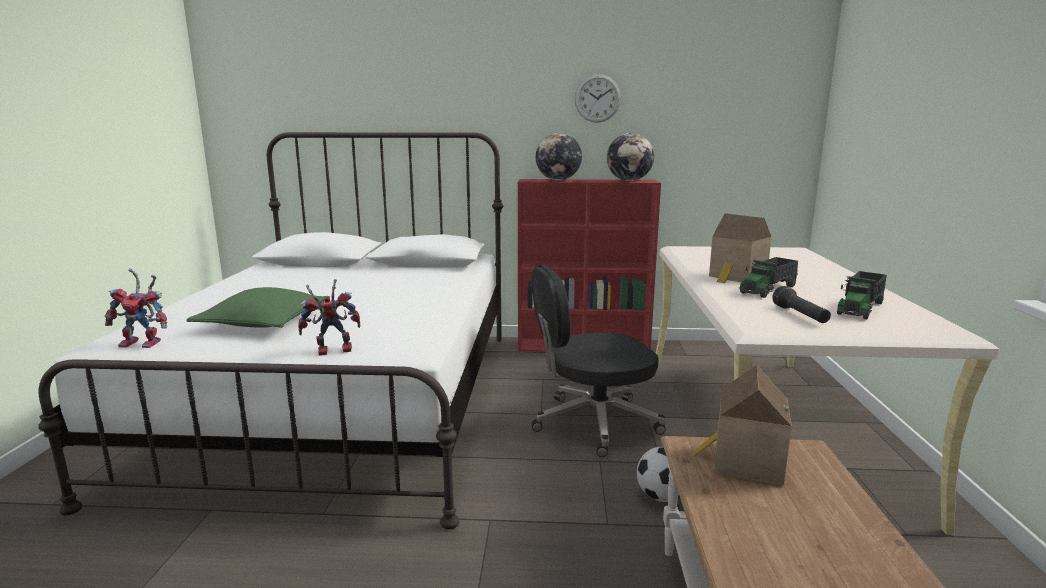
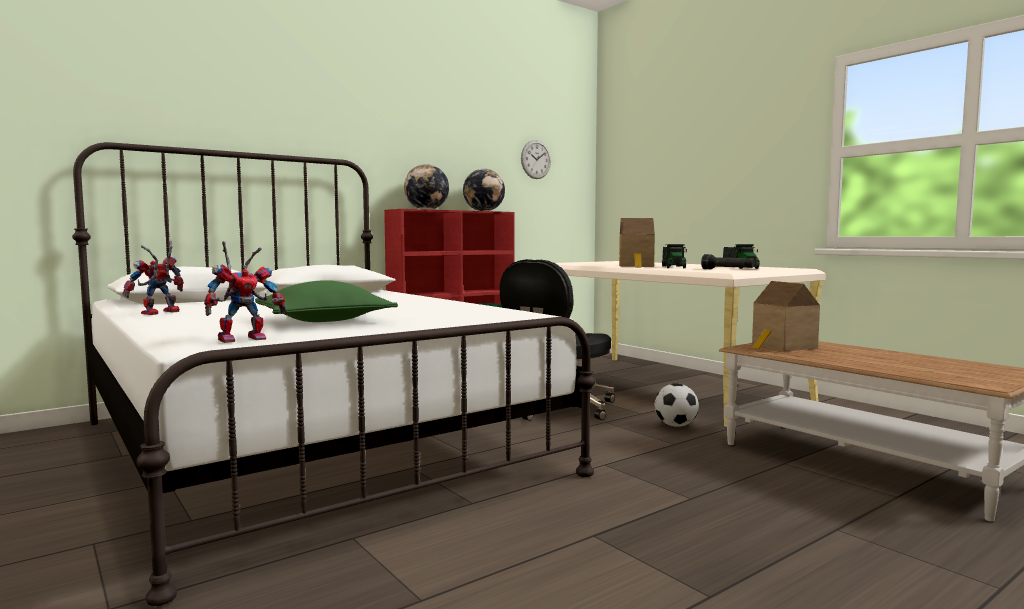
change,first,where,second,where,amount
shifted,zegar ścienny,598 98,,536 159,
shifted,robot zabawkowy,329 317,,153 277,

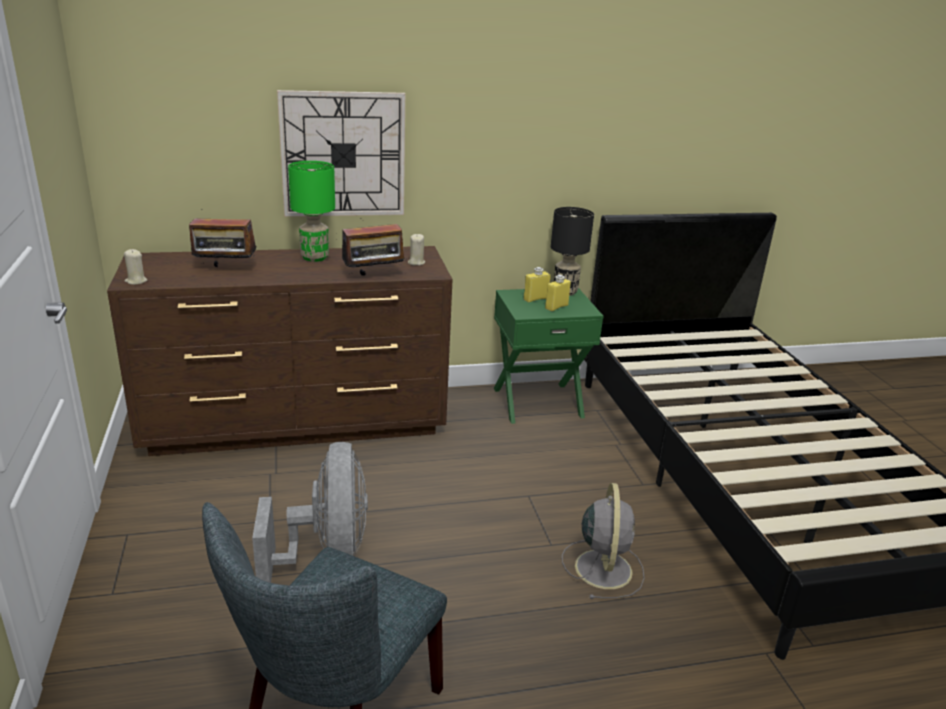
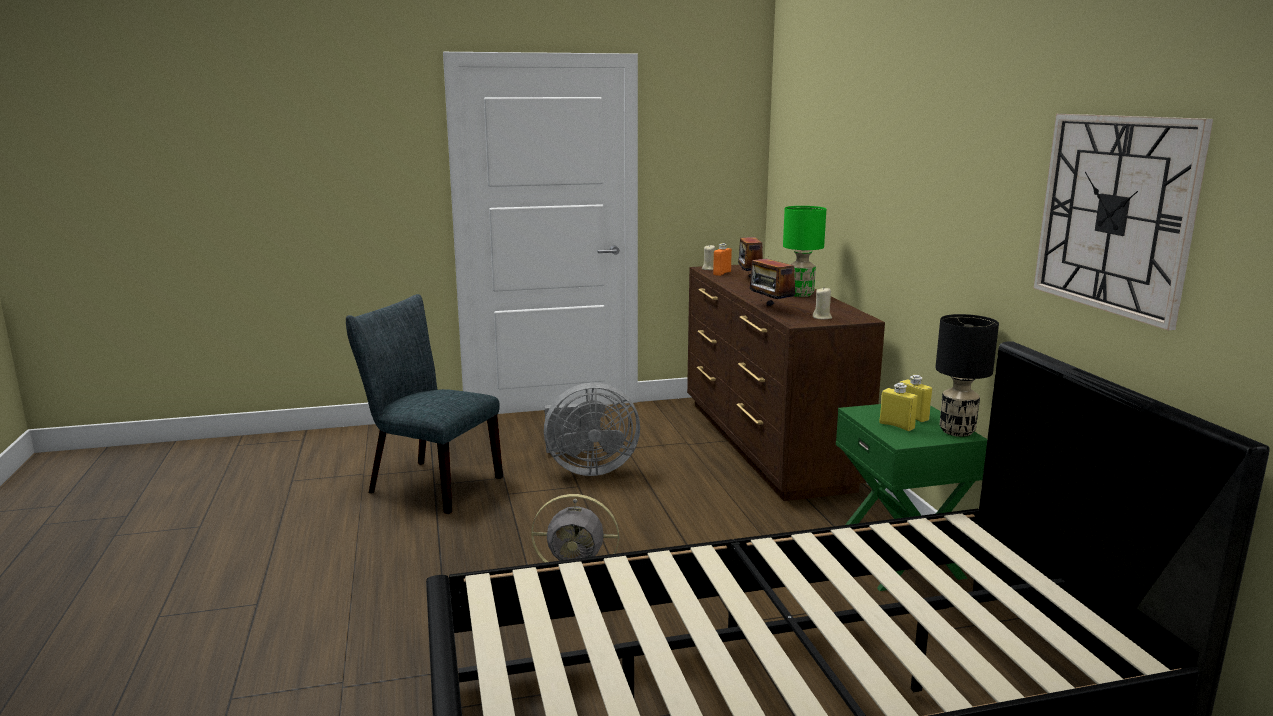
change,first,where,second,where,amount
shifted,zegar ścienny,341 153,,1123 222,
new,,,butelka [pomarańczowy],722 259,

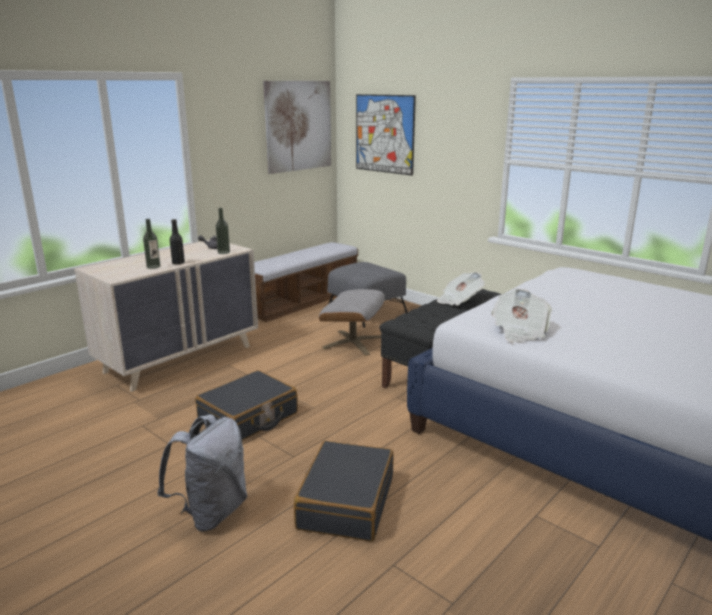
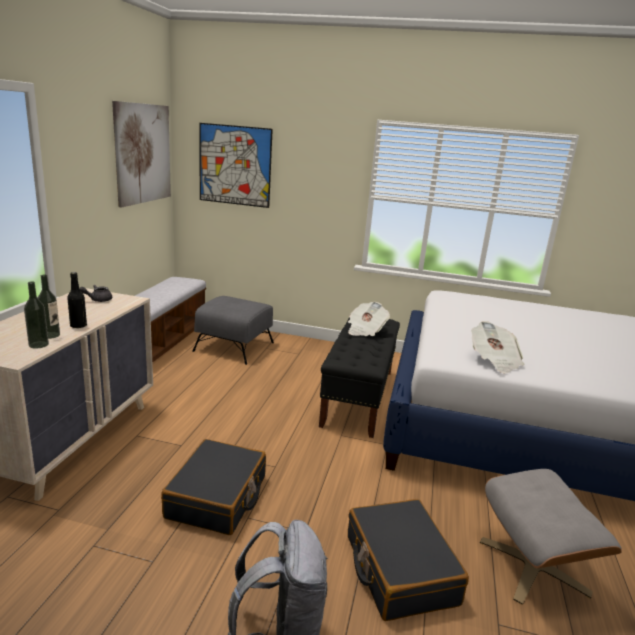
change,first,where,second,where,amount
shifted,butelka,223 231,,36 314,
shifted,pufa [szary],352 322,,551 537,

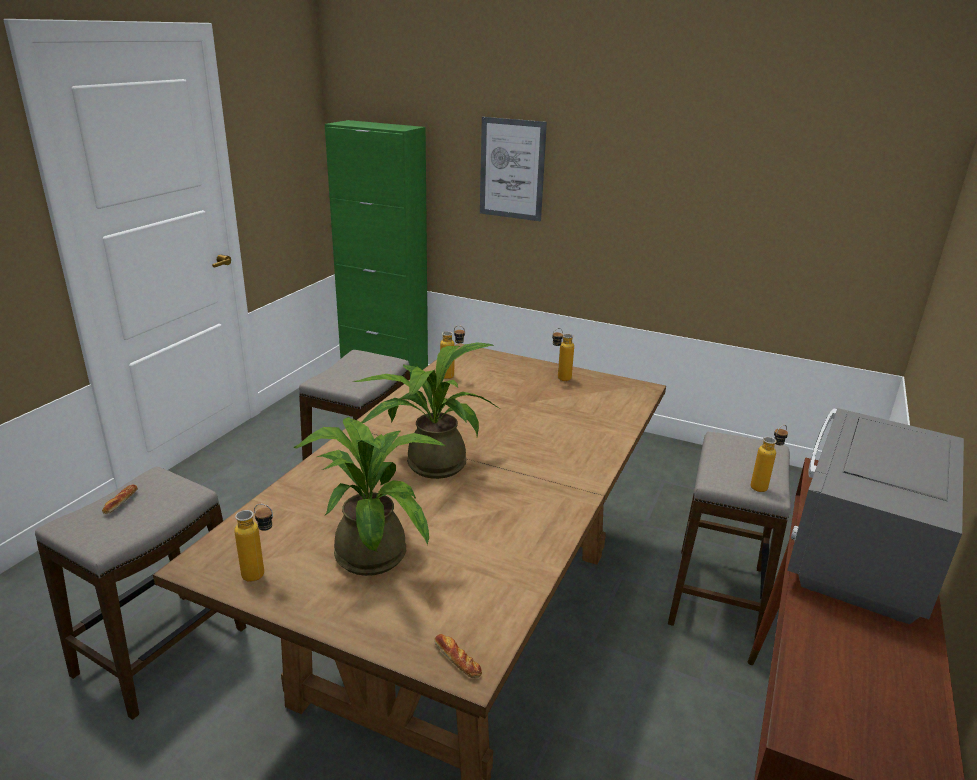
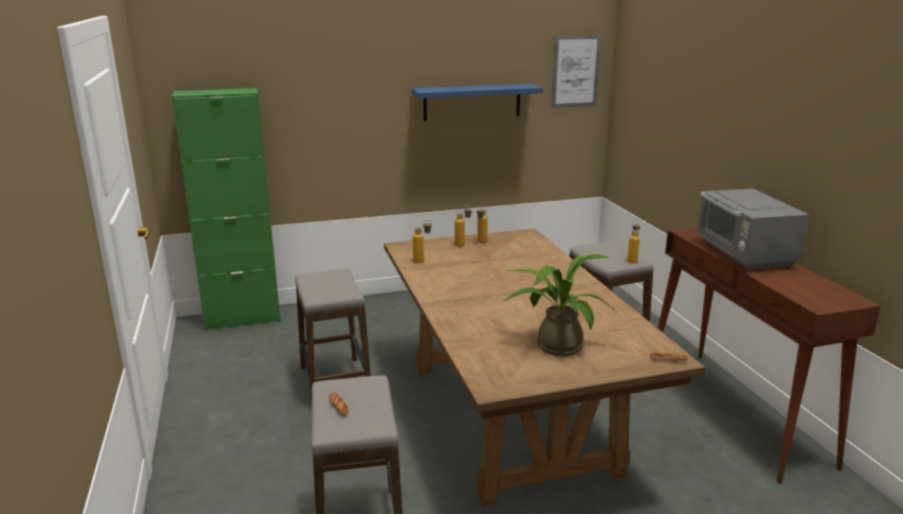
change,first,where,second,where,amount
shifted,obraz,513 169,,576 71,
gone,roślina doniczkowa,426 411,,,
shifted,butelka,253 543,,463 226,
new,,,półka [niebieski],477 102,

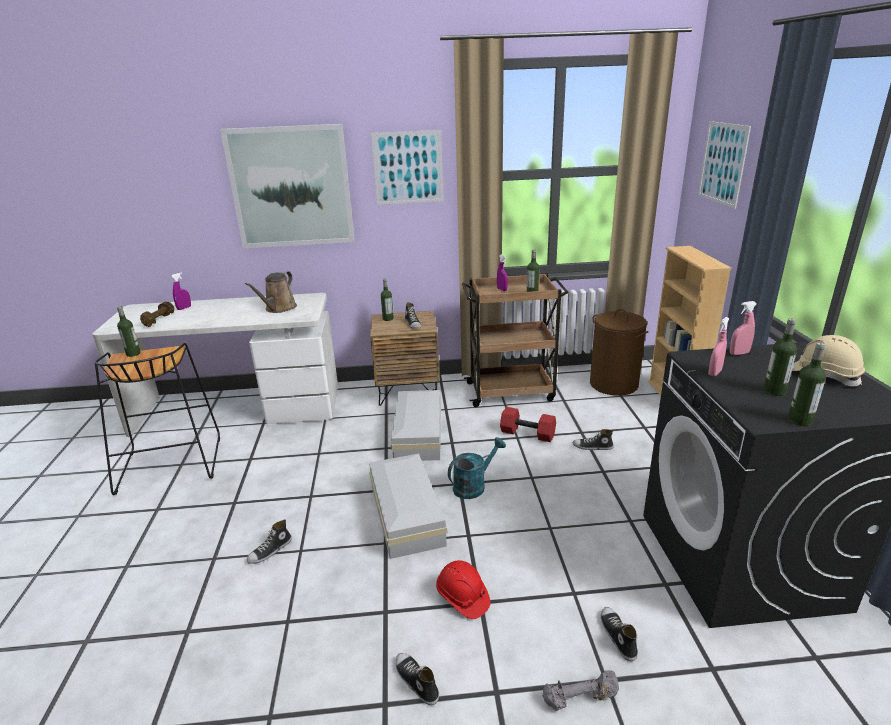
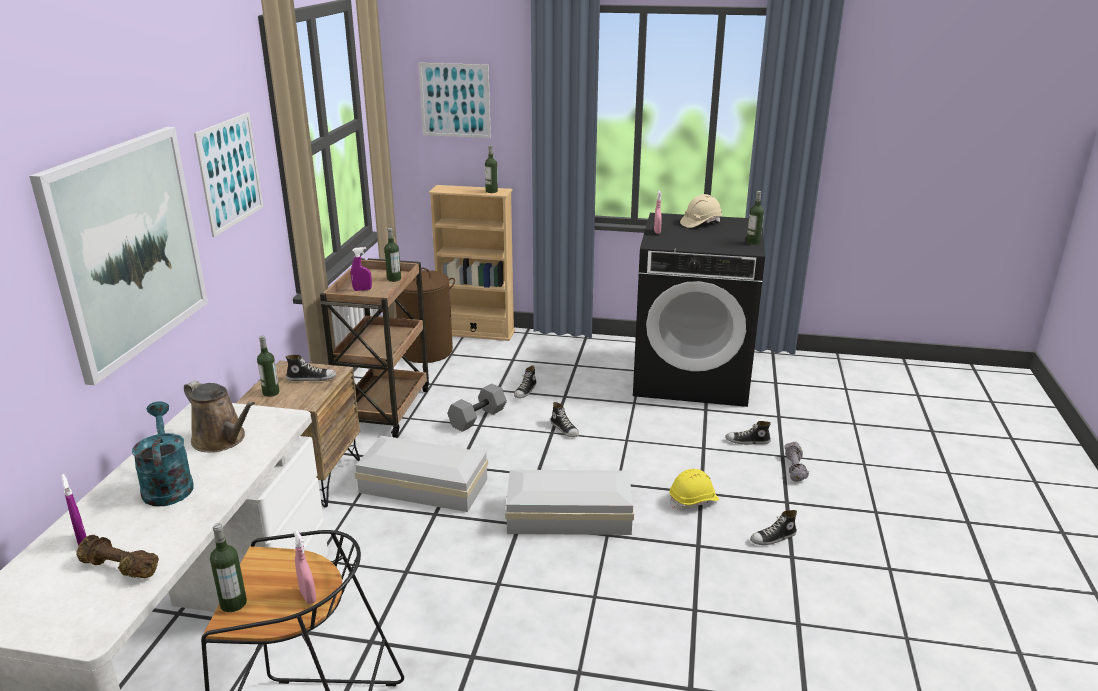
change,first,where,second,where,amount
shifted,spryskiwacz [różowy],718 346,,304 567,
shifted,butelka,780 357,,491 169,
repainted,hantel [czerwony],528 424,hantel [szary],477 407,
shifted,konewka [turkusowy],477 468,,163 453,
shifted,but,269 542,,565 419,
repainted,kask [czerwony],463 589,kask [żółty],694 489,

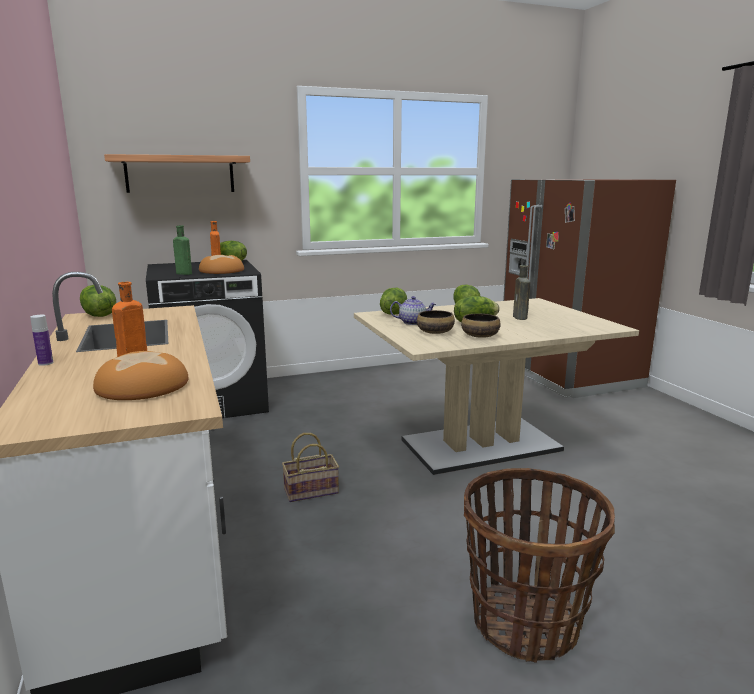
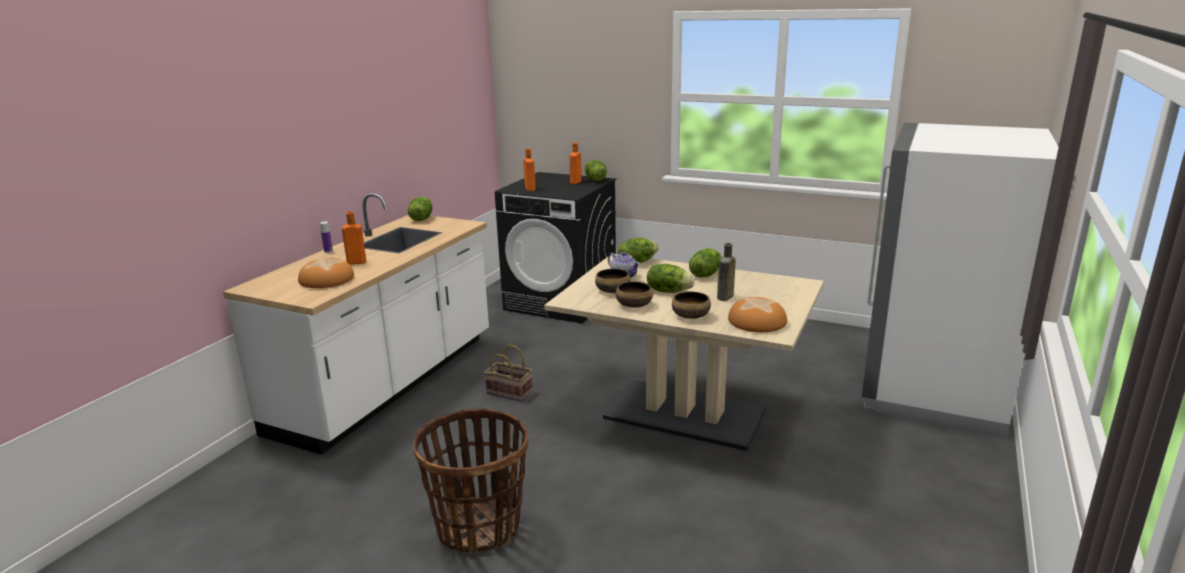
change,first,where,second,where,amount
gone,półka,177 173,,,
repainted,lodówka [brązowy],589 288,lodówka [biały],960 280,
repainted,butelka [zielony],182 250,butelka [pomarańczowy],529 170,
shifted,chleb,221 264,,757 314,
new,,,miska,691 305,

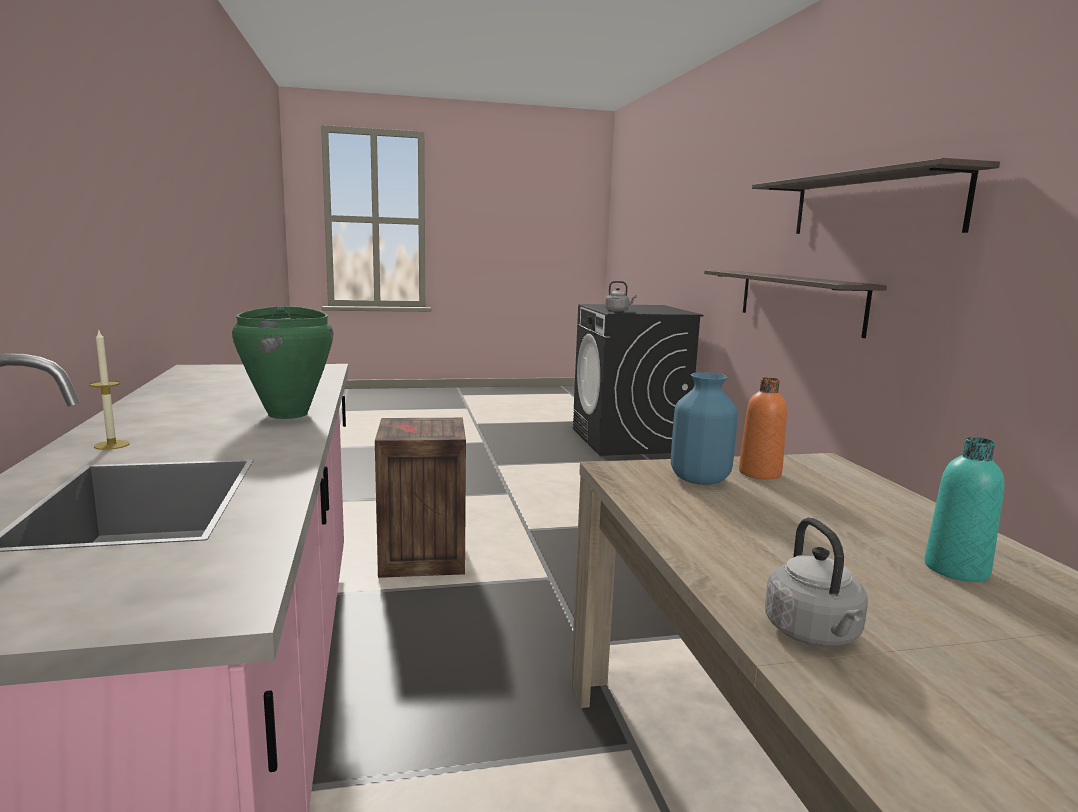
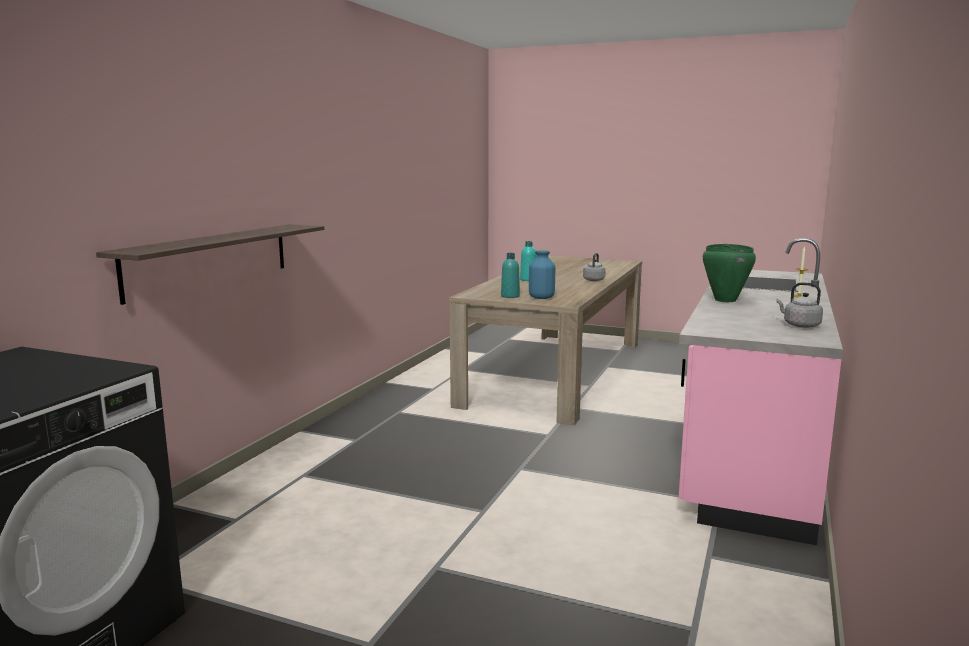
change,first,where,second,where,amount
gone,półka,876 196,,,
shifted,czajnik [szary],621 296,,799 305,
repainted,butelka [pomarańczowy],763 428,butelka [turkusowy],510 275,
gone,skrzynka,420 498,,,

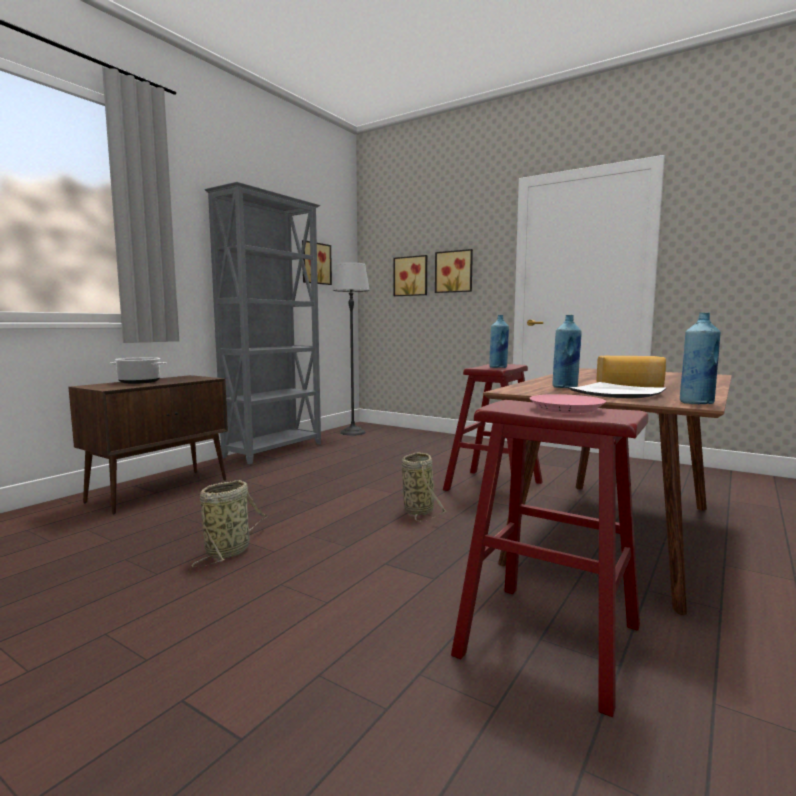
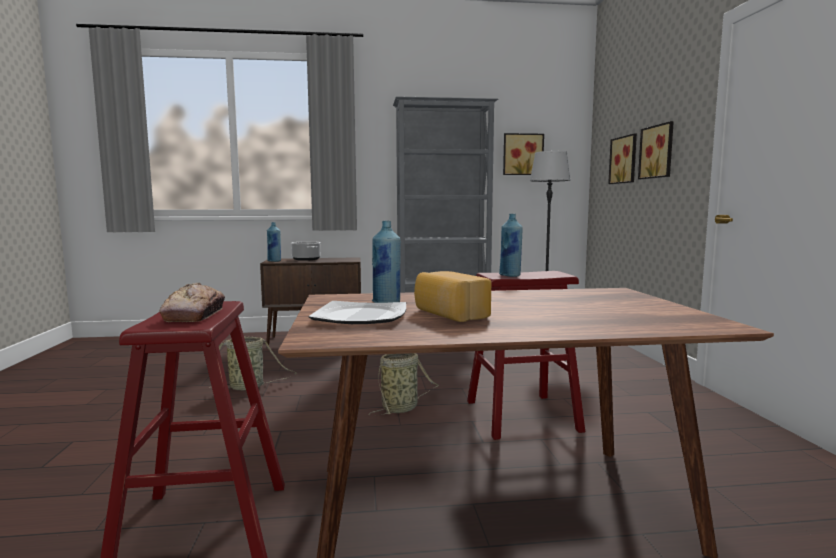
change,first,where,second,where,amount
shifted,butelka [niebieski],700 358,,274 242,
swapped,talerz [różowy],568 403,chleb,192 302,

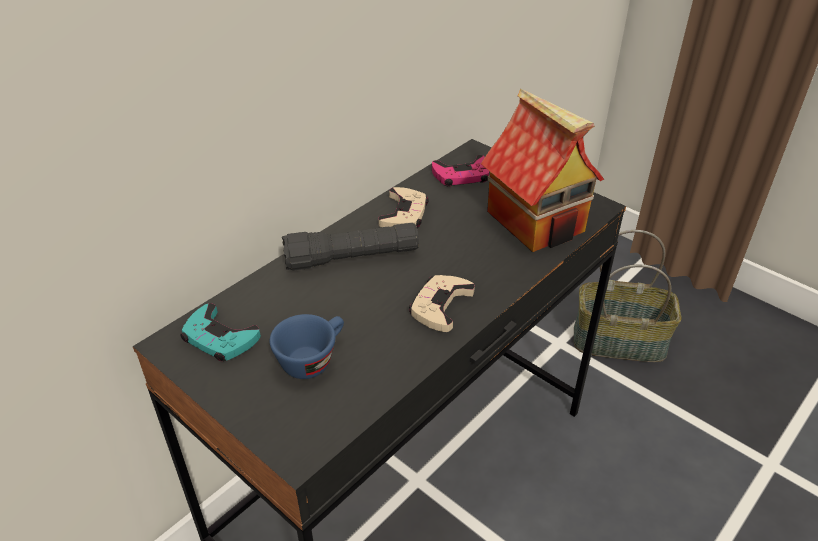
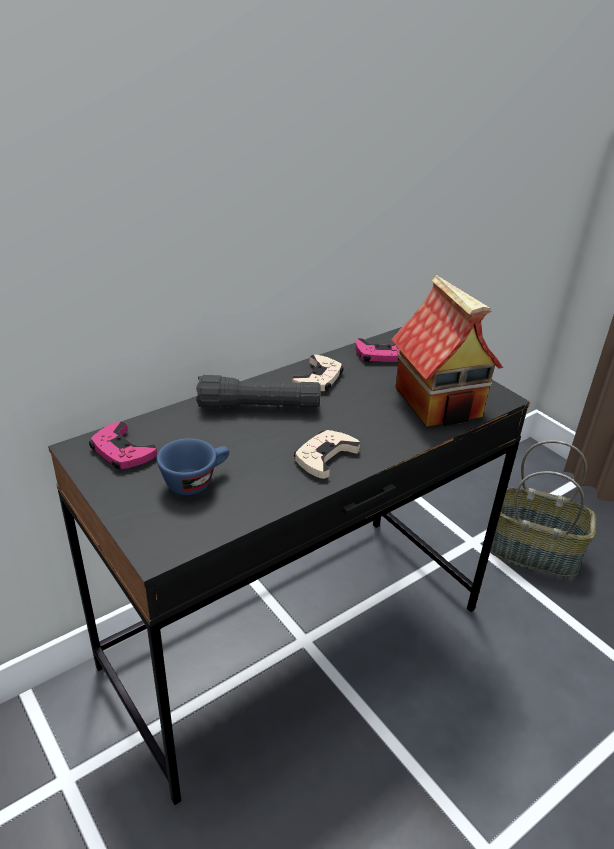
change,first,where,second,where,amount
repainted,pad do gier [turkusowy],220 332,pad do gier [różowy],123 445,

